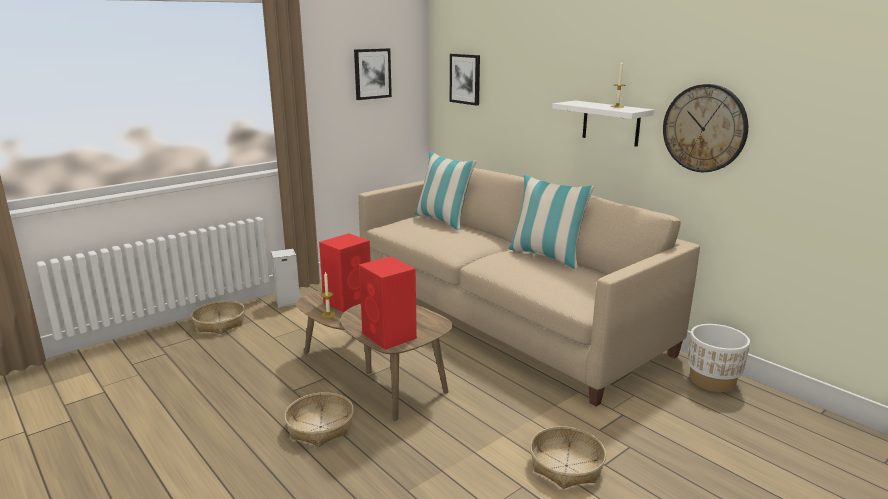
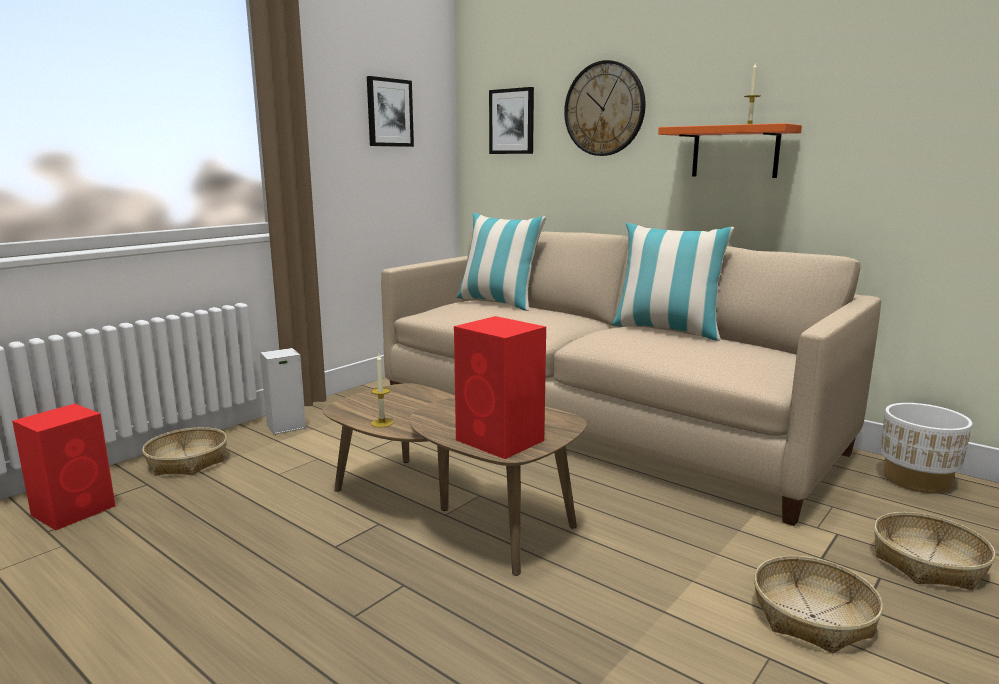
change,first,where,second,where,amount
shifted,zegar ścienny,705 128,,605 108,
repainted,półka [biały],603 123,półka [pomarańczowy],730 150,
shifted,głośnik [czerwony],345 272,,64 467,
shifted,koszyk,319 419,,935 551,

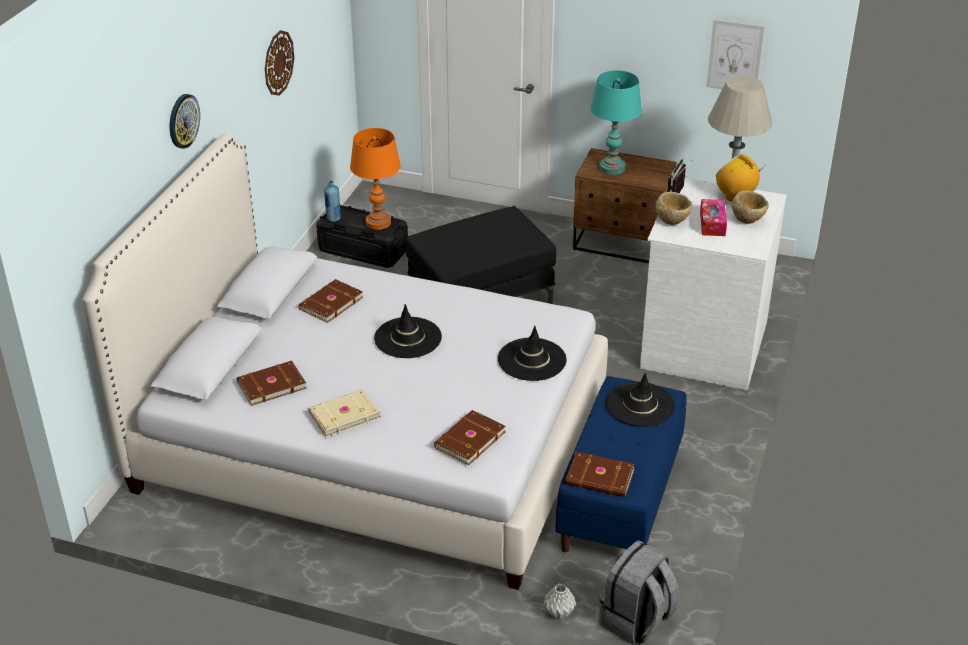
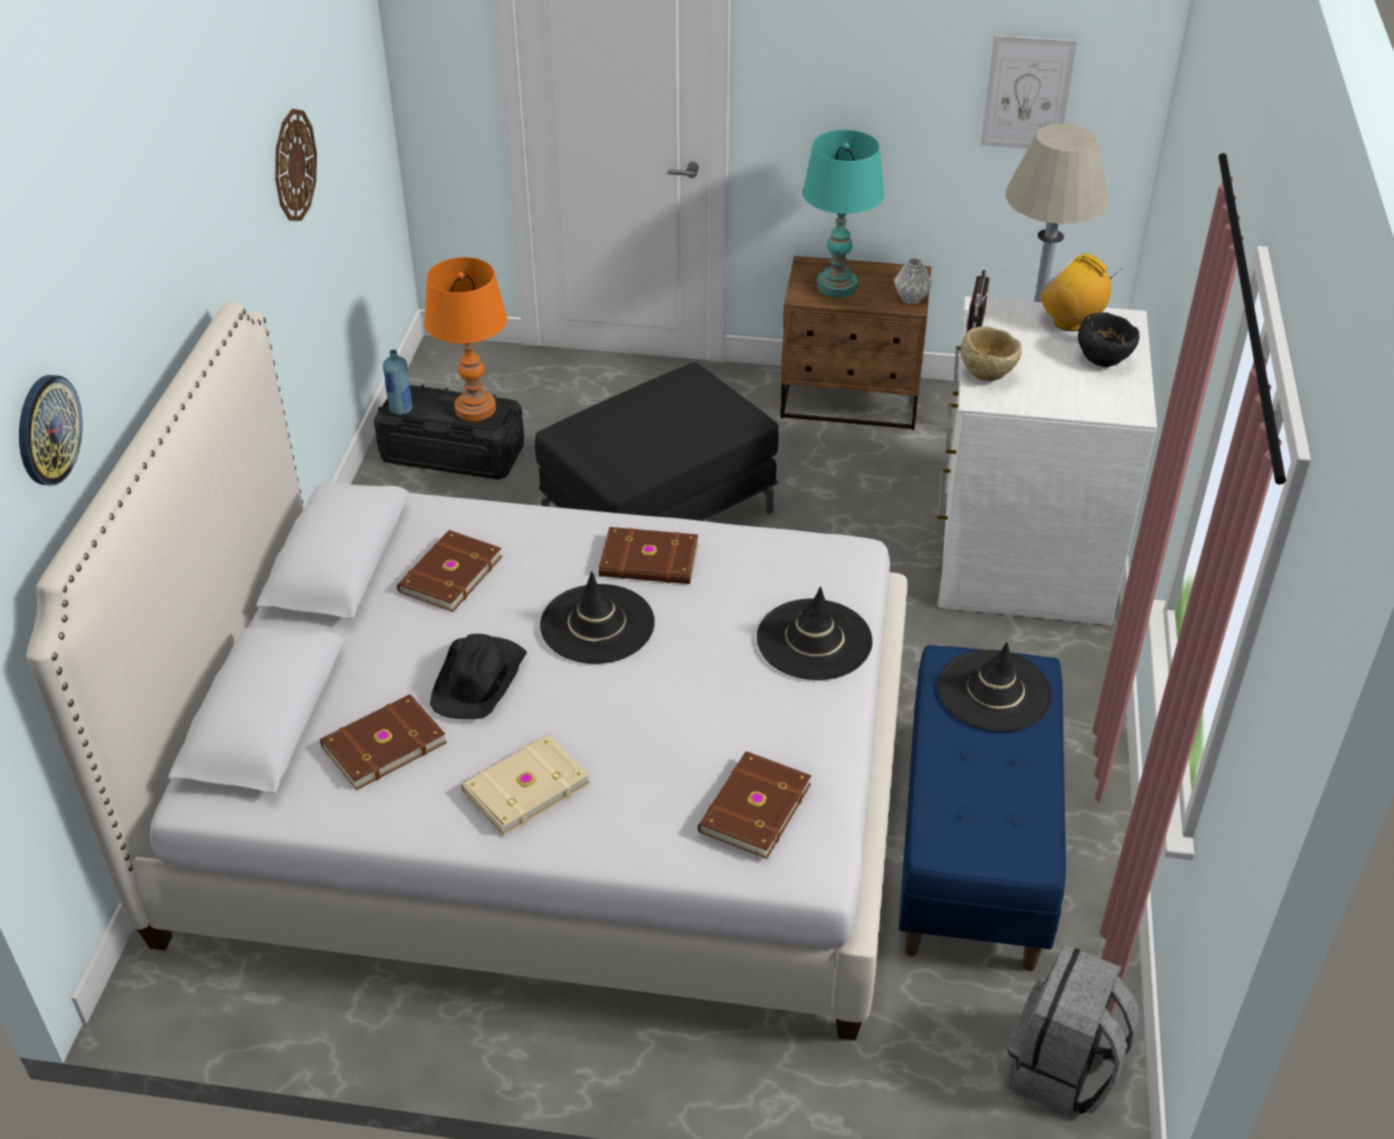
change,first,where,second,where,amount
shifted,zegar ścienny,185 121,,50 430,
repainted,miska [beżowy],750 207,miska [czarny],1109 339,
gone,pudełko chusteczek,713 217,,,
shifted,książka [brązowy],600 474,,648 555,
shifted,wazon [szary],560 601,,913 281,
new,,,kapelusz [czarny],478 676,

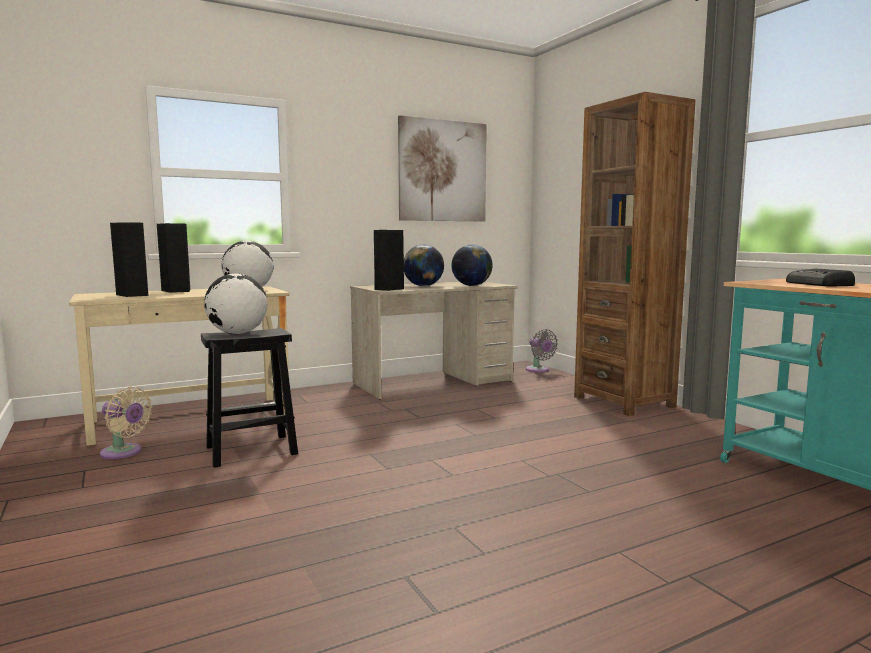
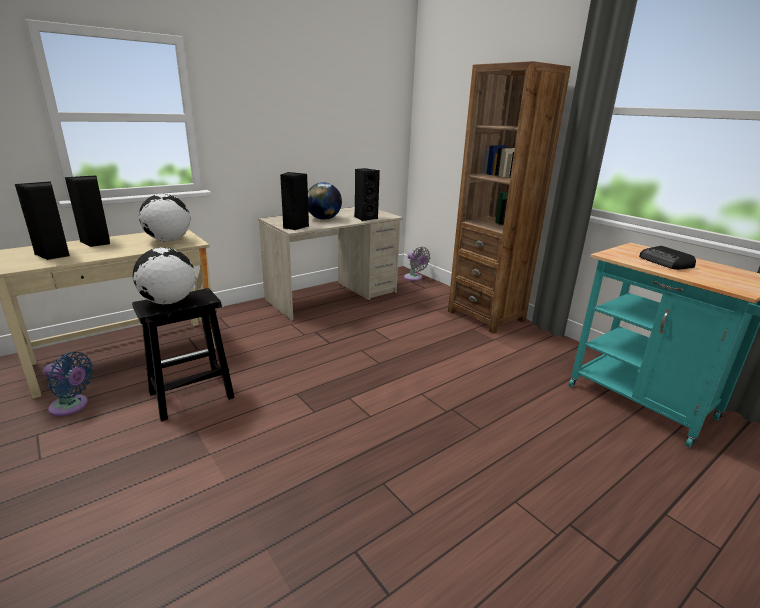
change,first,where,second,where,amount
gone,obraz,442 168,,,
swapped,globus,472 265,głośnik [czarny],367 194,
repainted,wentylator [beżowy],126 422,wentylator [niebieski],68 384,

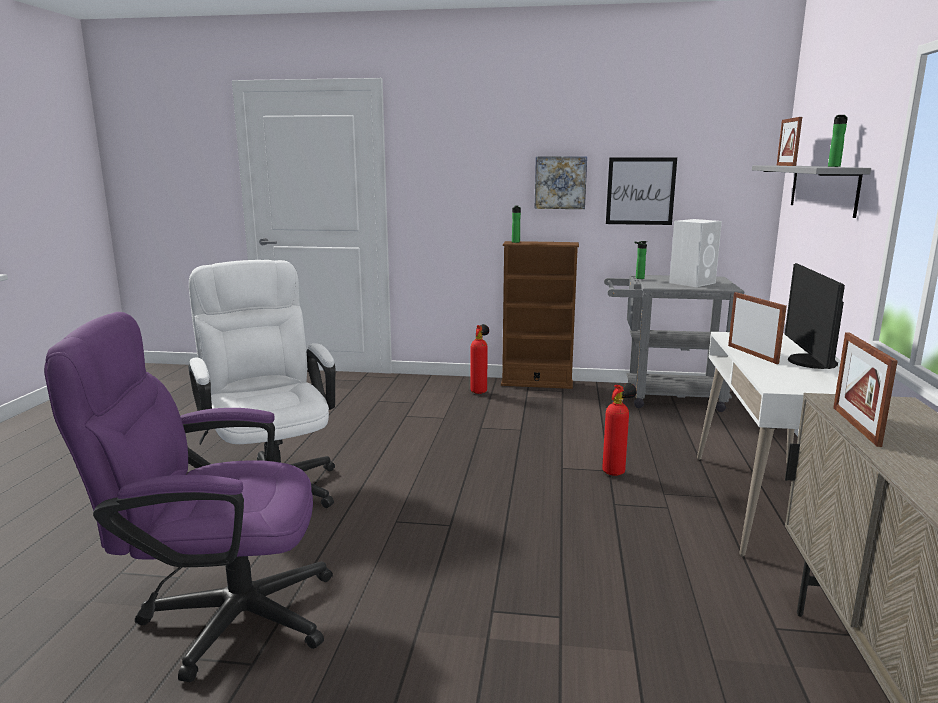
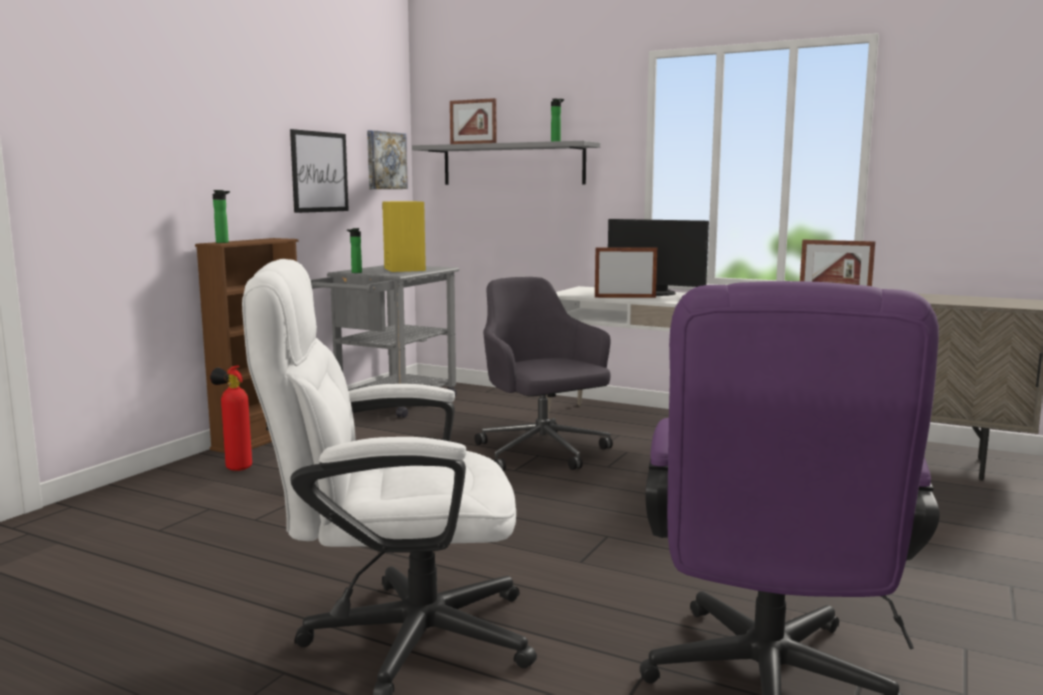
change,first,where,second,where,amount
shifted,obraz,560 182,,387 159,
repainted,głośnik [biały],695 253,głośnik [żółty],404 236,
swapped,gaśnica,619 429,krzesło biurowe [szary],544 374,

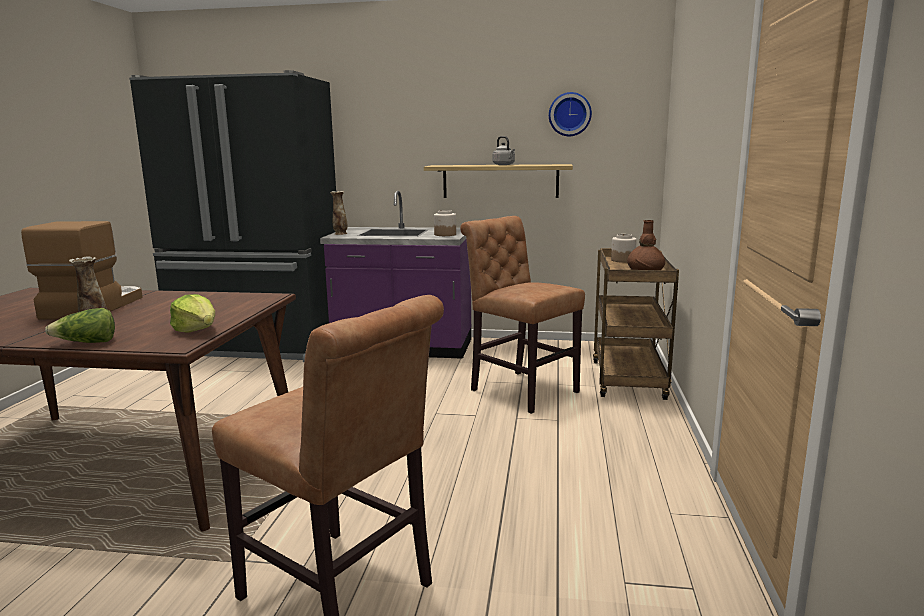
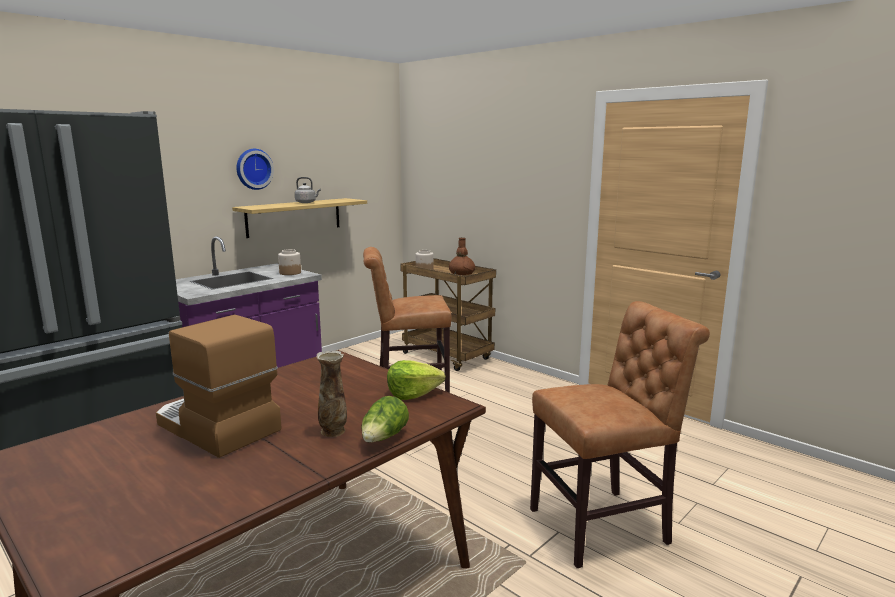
change,first,where,second,where,amount
shifted,zegar ścienny,570 114,,255 169,
gone,wazon,339 213,,,

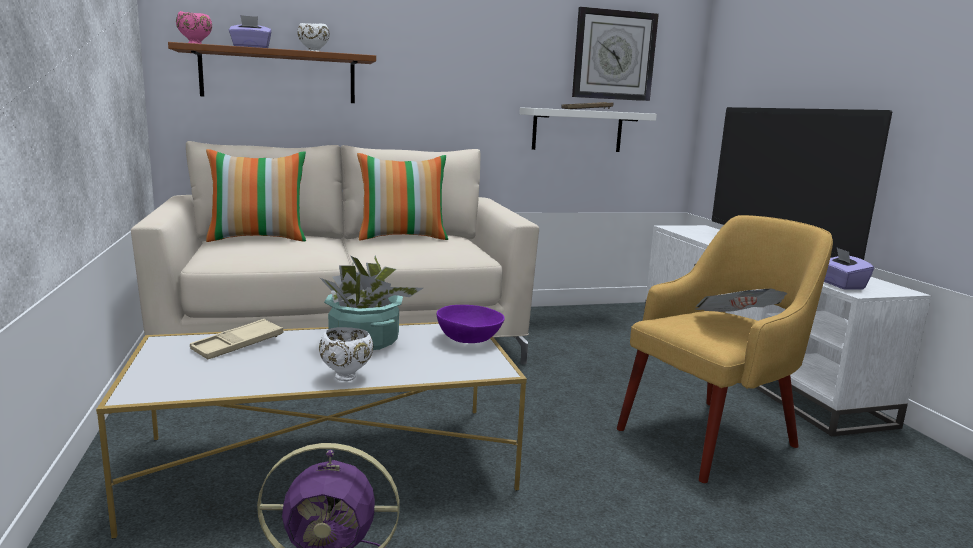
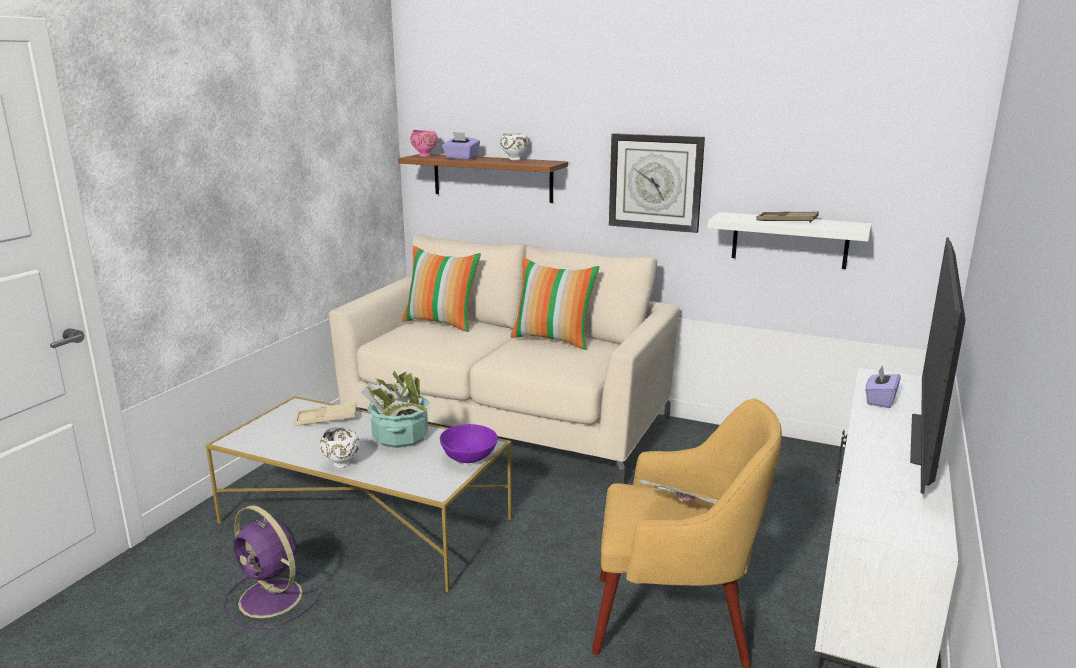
change,first,where,second,where,amount
shifted,zegar ścienny,615 54,,657 183,
shifted,pudełko chusteczek [fioletowy],849 269,,883 386,

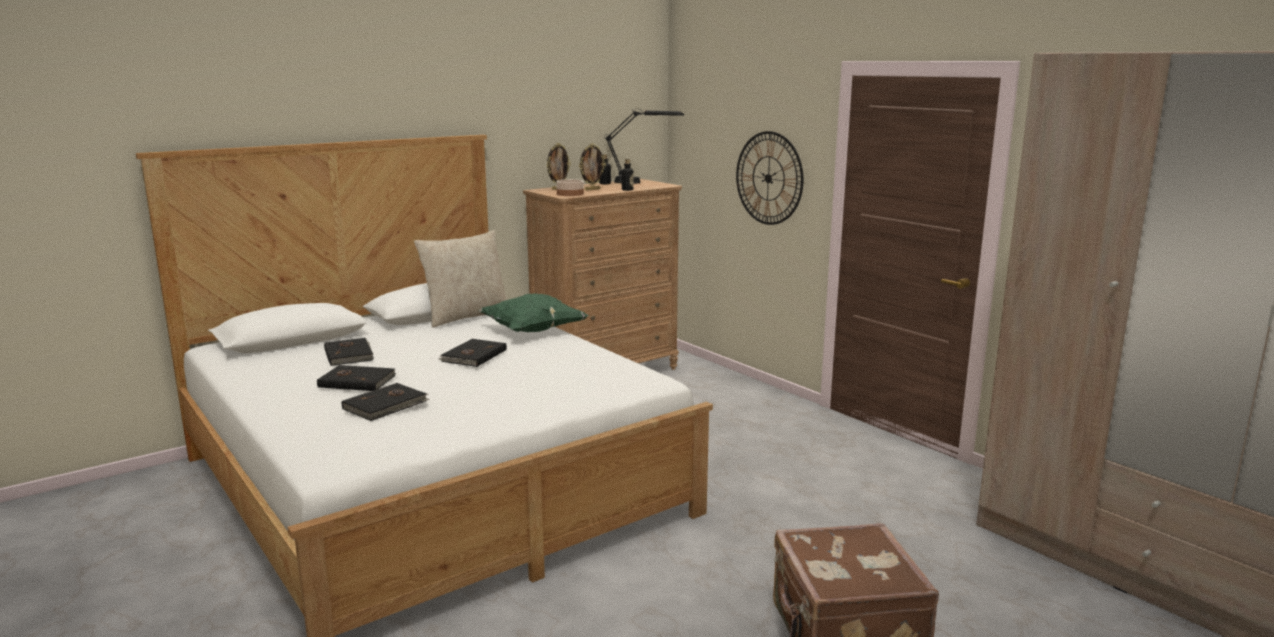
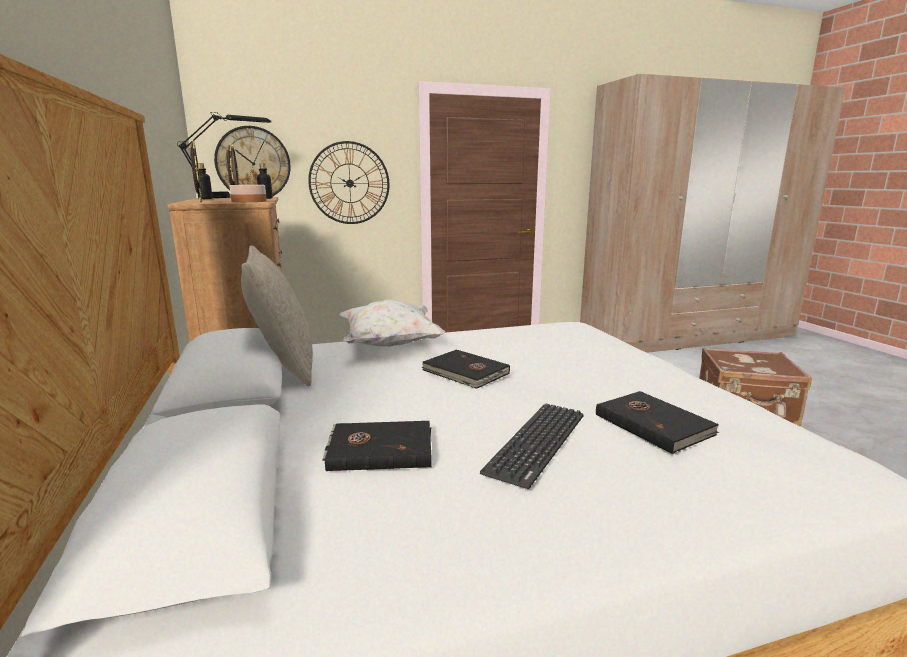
change,first,where,second,where,amount
repainted,poduszka [zielony],533 312,poduszka [biały],392 323,
swapped,książka [czarny],356 378,klawiatura,531 446,
new,,,zegar ścienny,252 161,

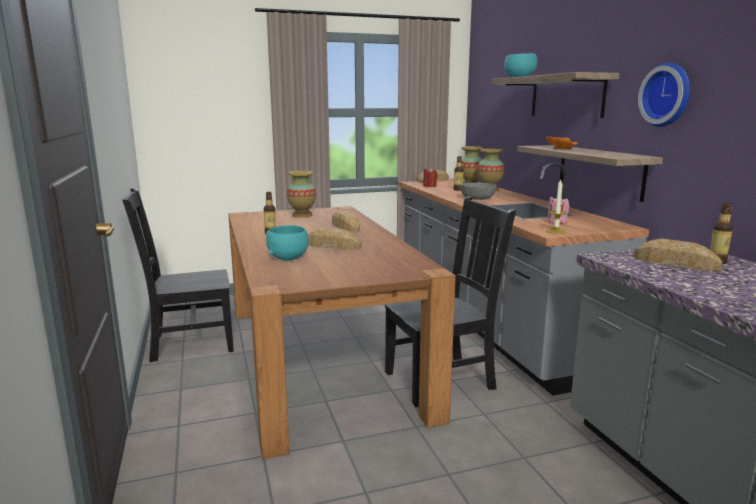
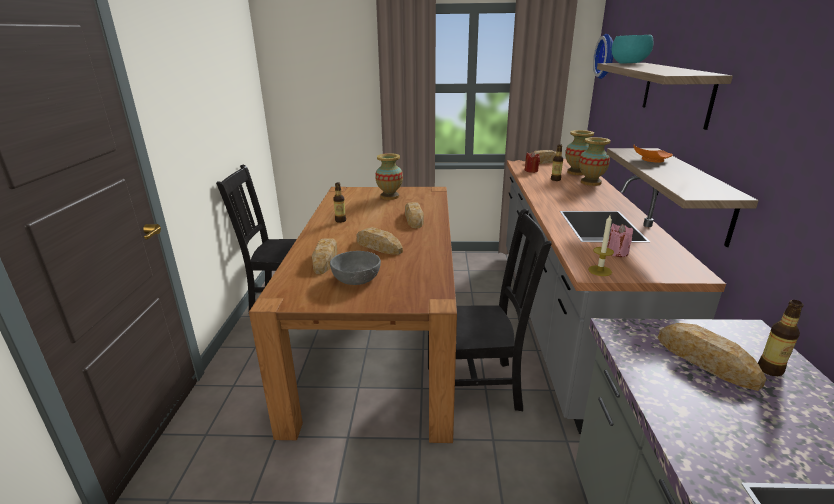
change,first,where,second,where,amount
shifted,zegar ścienny,664 95,,603 56,
shifted,miska [szary],478 191,,355 268,
swapped,miska [turkusowy],287 243,chleb,325 256,

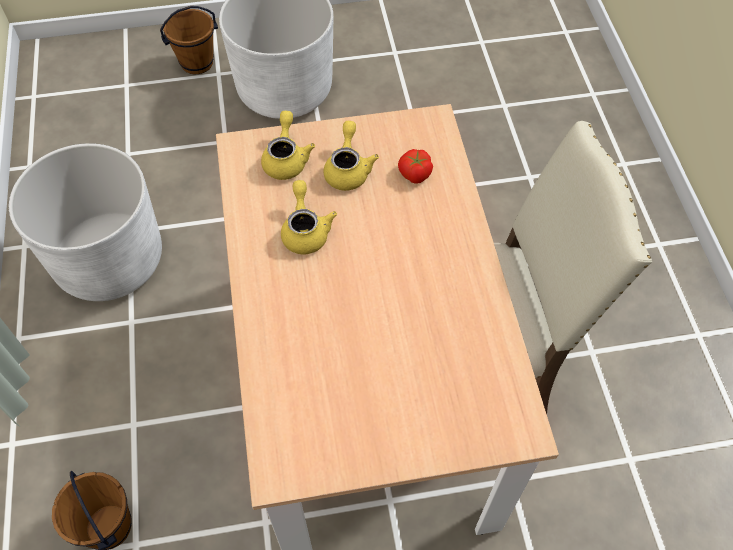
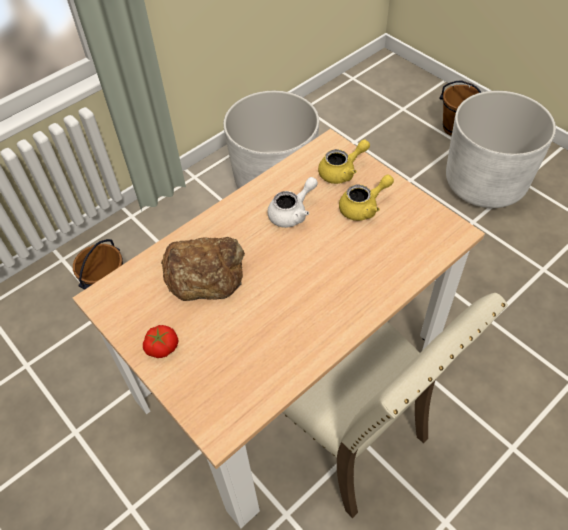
change,first,where,second,where,amount
shifted,pomidor,415 166,,161 341,
repainted,imbryk [żółty],309 217,imbryk [biały],292 202,
new,,,chleb,203 269,

